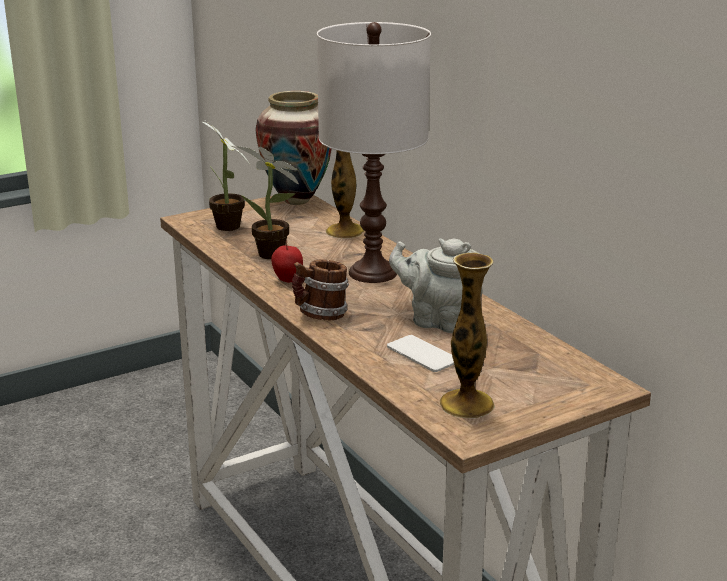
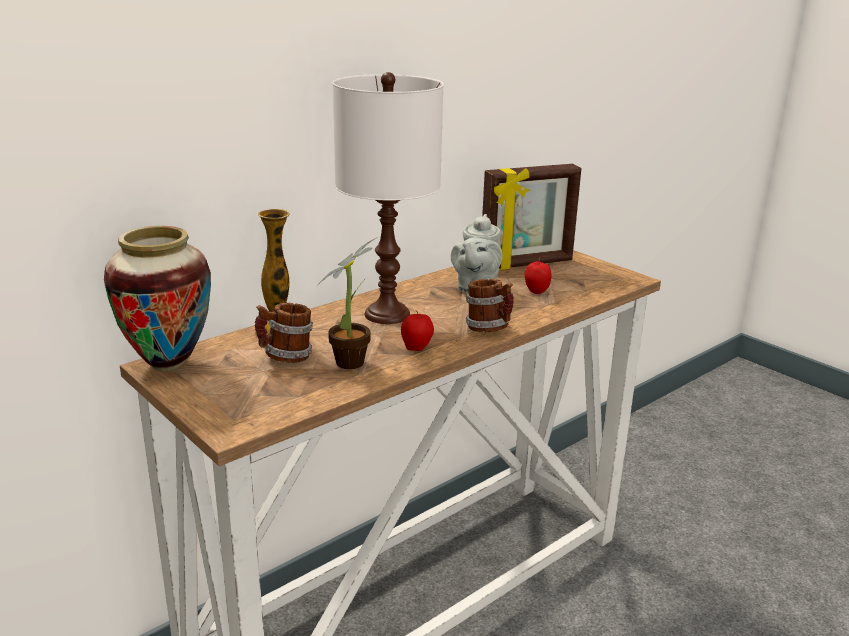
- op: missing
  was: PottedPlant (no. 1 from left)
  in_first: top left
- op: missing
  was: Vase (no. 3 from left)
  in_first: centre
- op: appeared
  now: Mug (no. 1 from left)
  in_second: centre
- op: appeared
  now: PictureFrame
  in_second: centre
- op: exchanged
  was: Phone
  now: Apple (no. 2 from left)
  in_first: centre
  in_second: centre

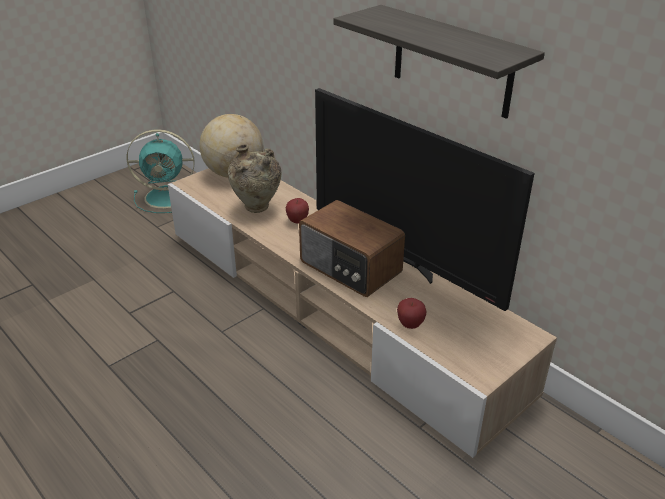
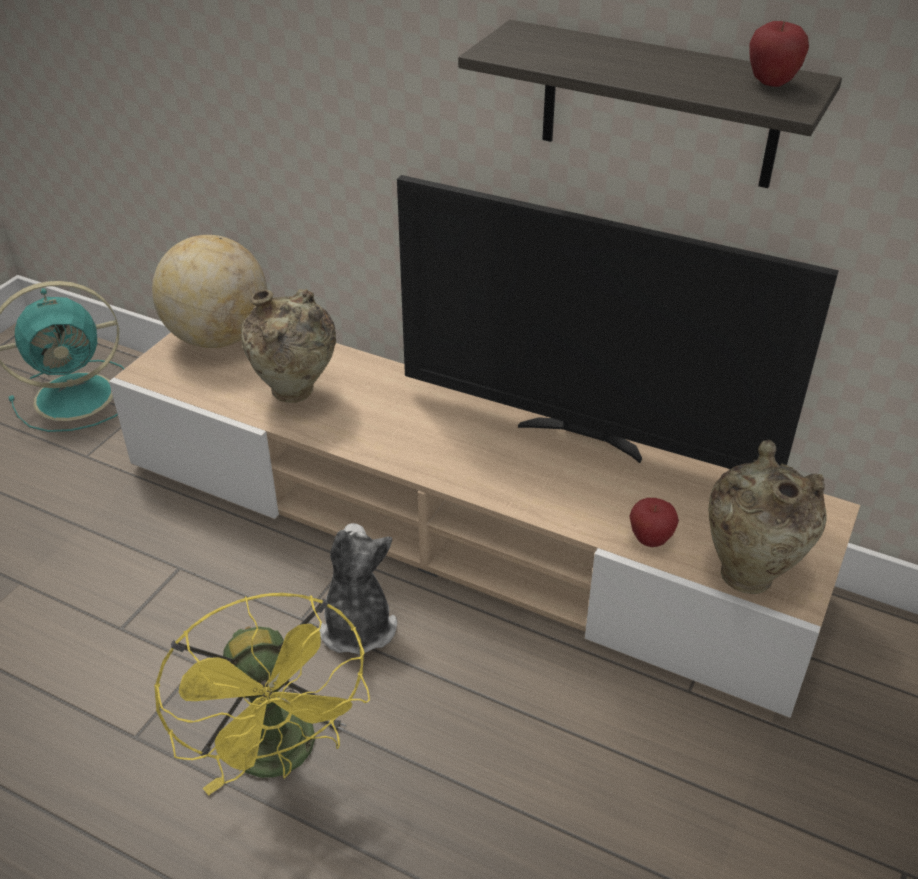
- op: missing
  was: Radio
  in_first: centre
- op: appeared
  now: YellowFan
  in_second: bottom left
- op: appeared
  now: PlushToy
  in_second: bottom centre
- op: appeared
  now: BeigeVase (no. 2 from left)
  in_second: middle right
- op: relocated
  was: Apple (no. 1 from left in the first image)
  now: Apple (no. 2 from left)
  in_first: centre
  in_second: top right

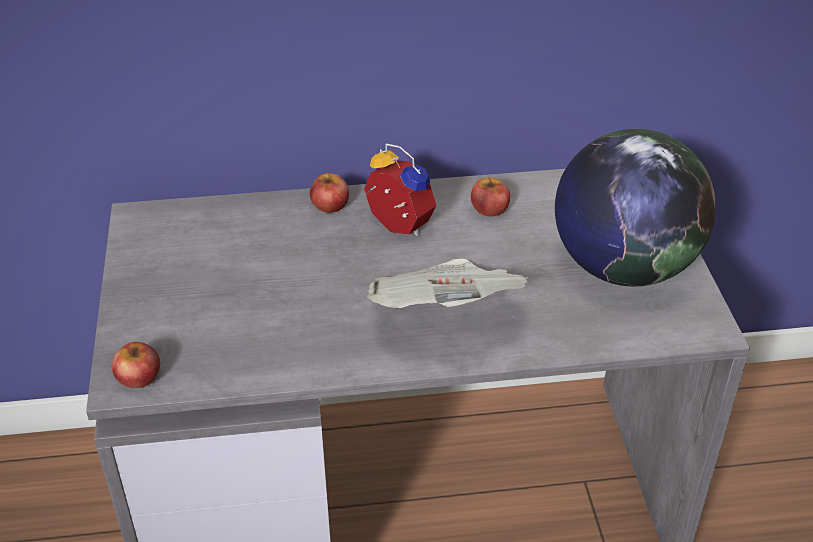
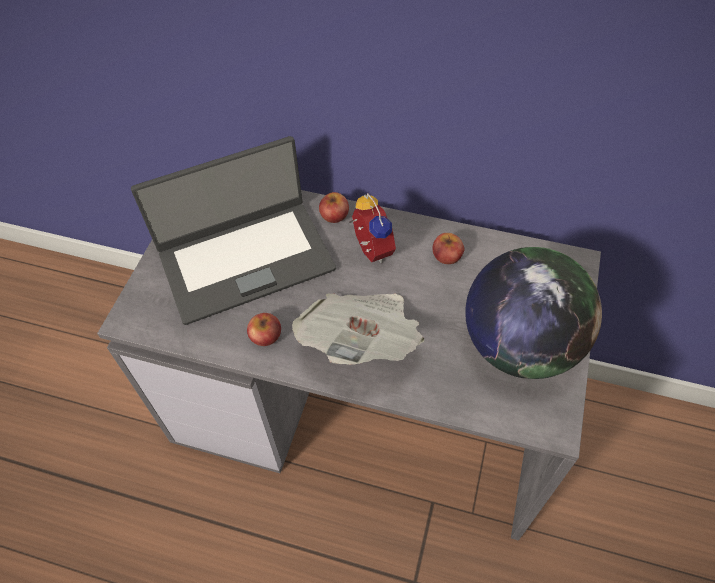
- op: appeared
  now: Laptop
  in_second: middle left
- op: relocated
  was: Apple (no. 1 from left)
  in_first: bottom left
  in_second: centre

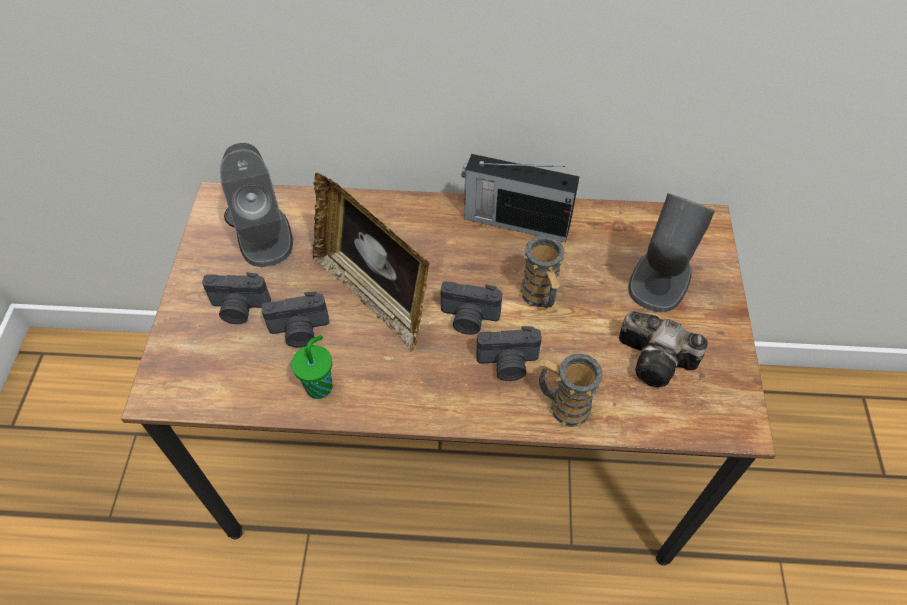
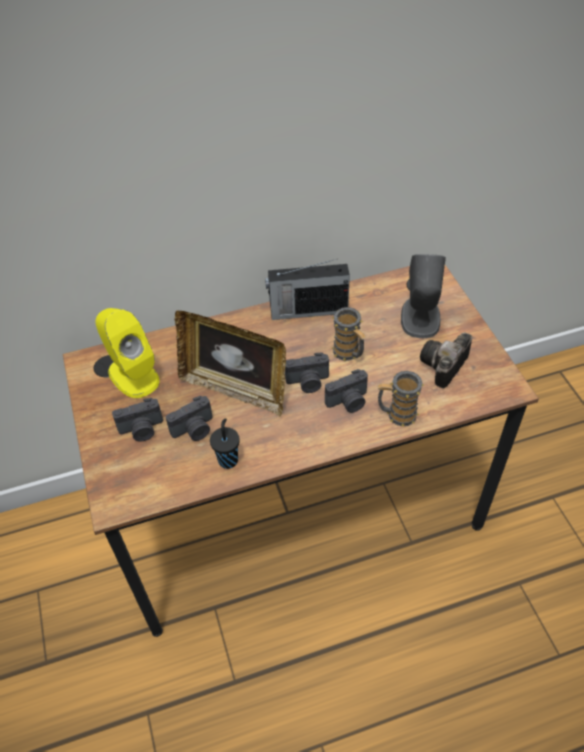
- op: colour
  was: GreySpeaker (no. 1 from left)
  now: YellowSpeaker
  in_first: middle left
  in_second: middle left
- op: colour
  was: GreenCup
  now: BlackCup
  in_first: centre
  in_second: centre
- op: spun
  was: PhotoCamera (no. 5 from left)
  in_first: middle right
  in_second: middle right
  clockwise: 120

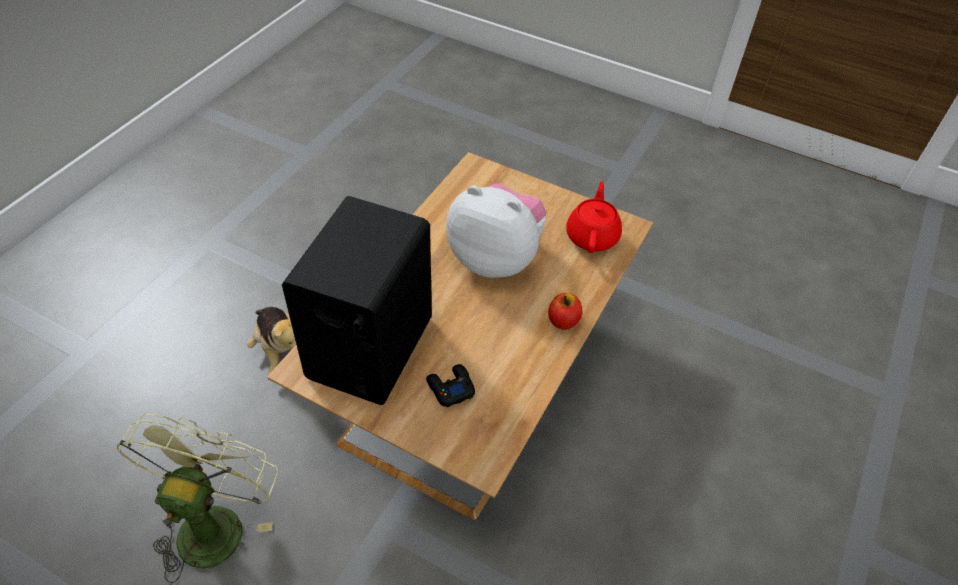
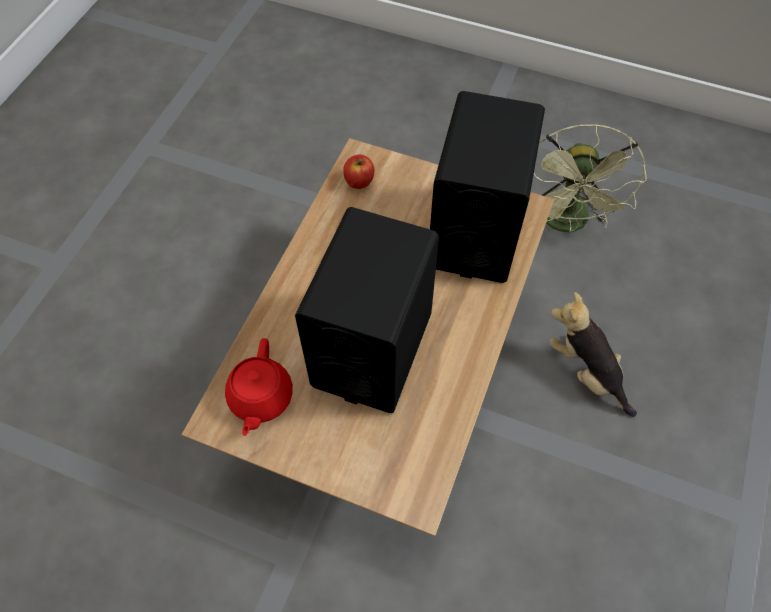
- op: missing
  was: BlackGameController
  in_first: centre
- op: relocated
  was: Apple
  in_first: centre
  in_second: top centre
- op: exchanged
  was: PlushToy (no. 2 from left)
  now: BlackSpeaker (no. 1 from left)
  in_first: centre
  in_second: centre

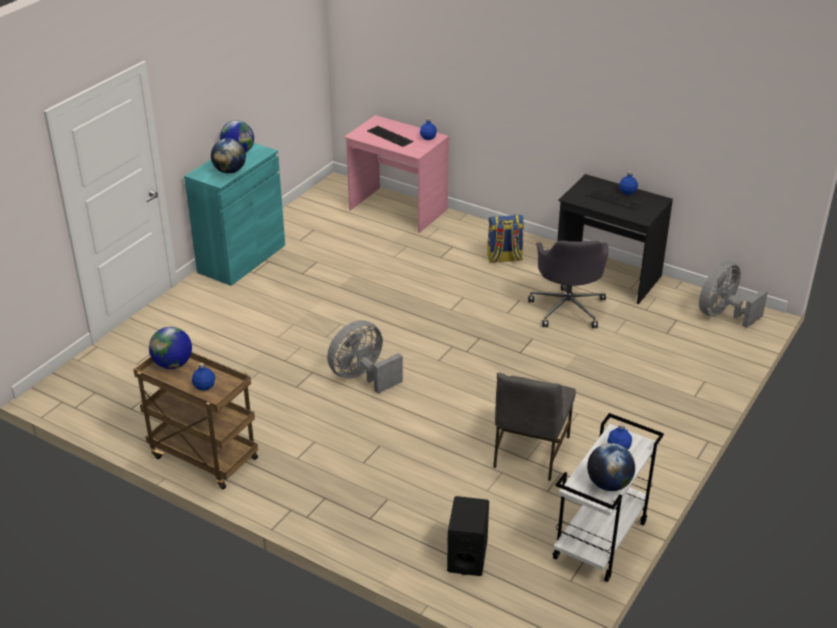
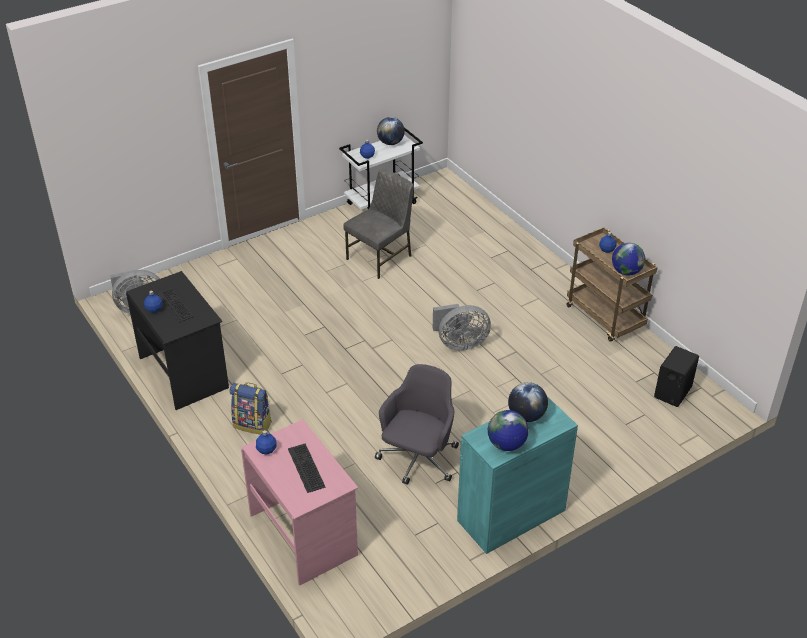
- op: relocated
  was: BlackSpeaker
  in_first: bottom centre
  in_second: middle right
- op: relocated
  was: GreyOfficeChair
  in_first: middle right
  in_second: centre

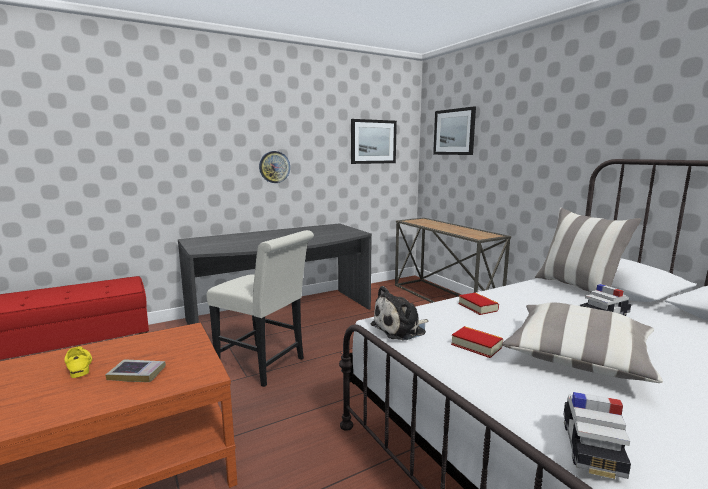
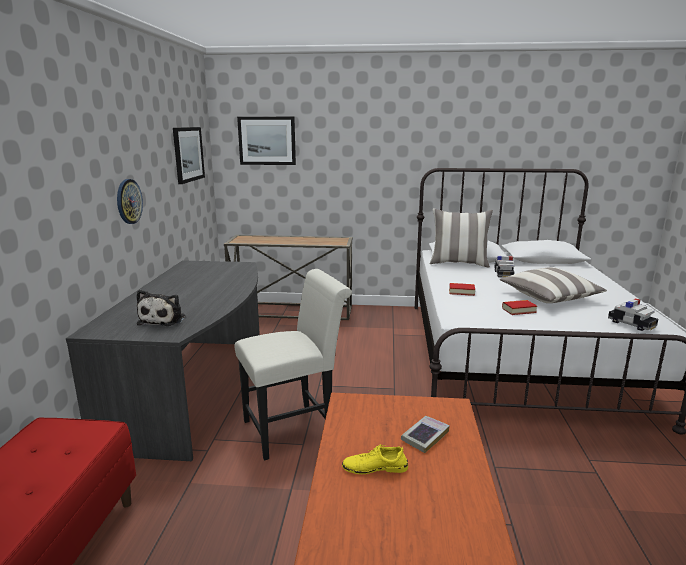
- op: relocated
  was: PlushToy
  in_first: centre
  in_second: middle left

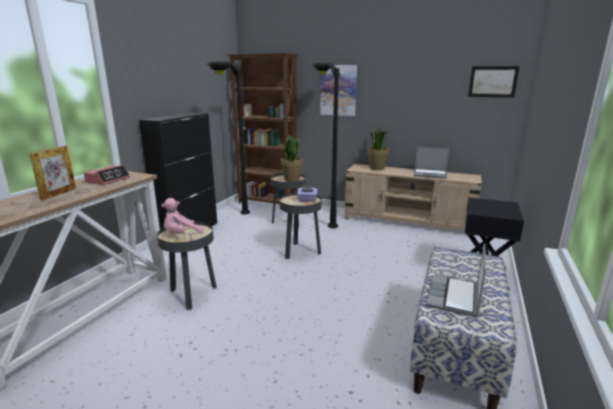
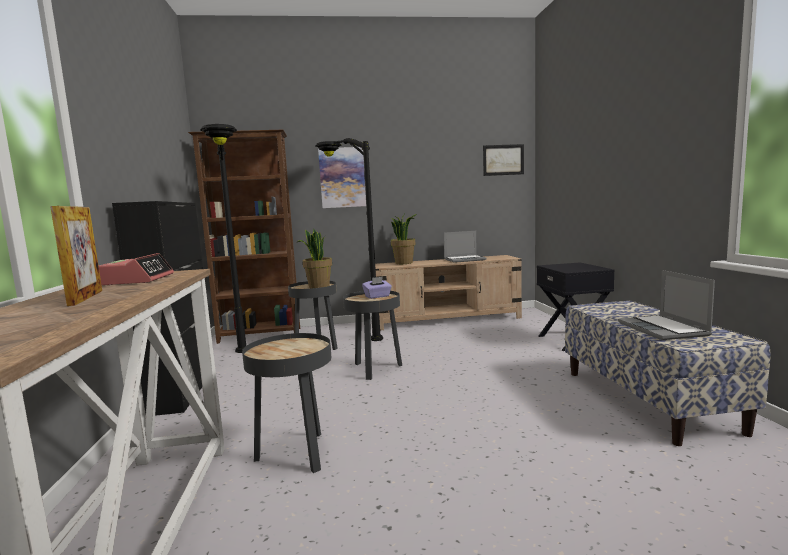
- op: missing
  was: PinkPlushToy
  in_first: middle left

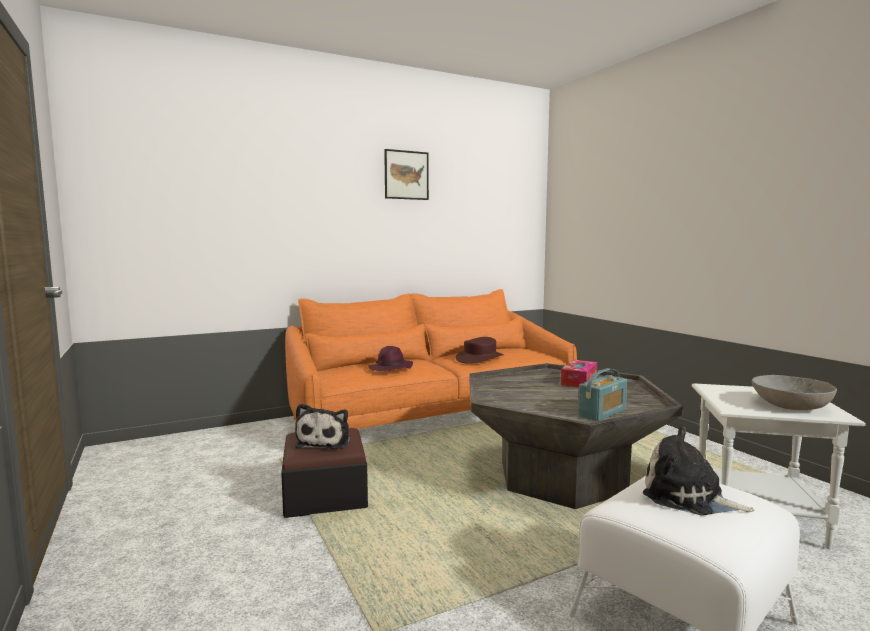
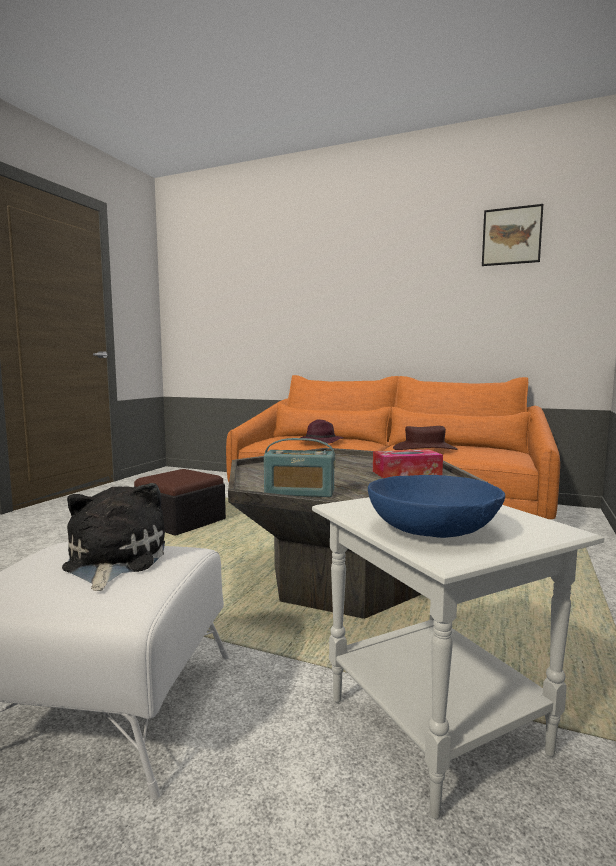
- op: missing
  was: PlushToy (no. 1 from left)
  in_first: bottom centre
- op: relocated
  was: Picture
  in_first: top centre
  in_second: top right
- op: colour
  was: GreyBowl
  now: BlueBowl
  in_first: middle right
  in_second: middle right

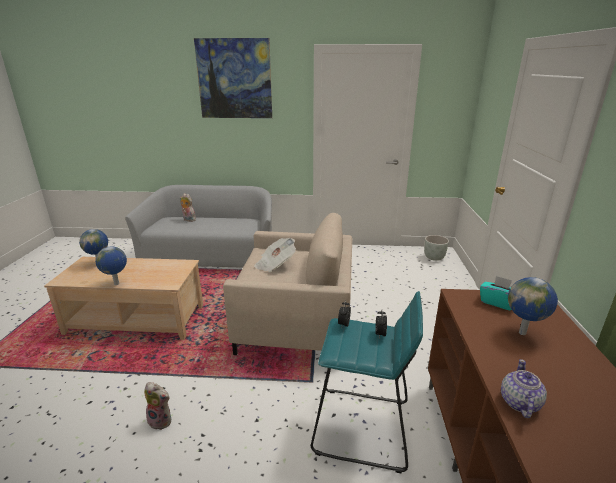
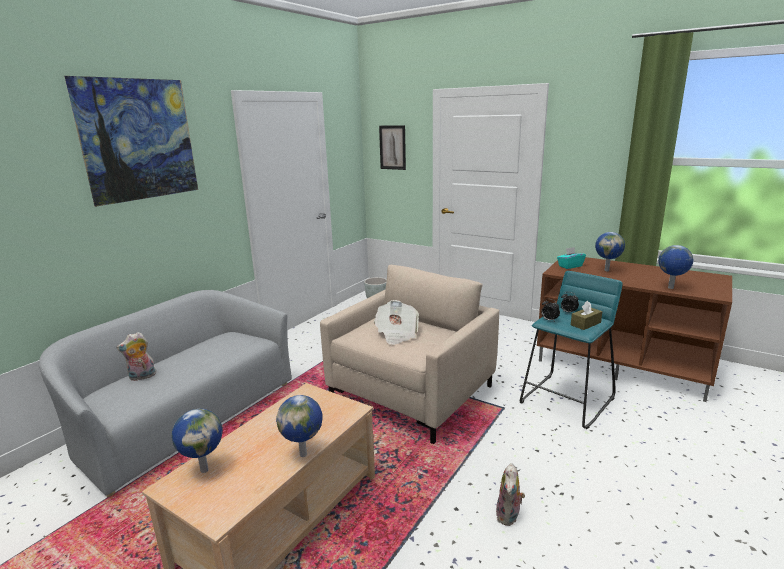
- op: appeared
  now: Picture (no. 2 from left)
  in_second: top centre
- op: appeared
  now: BrownTissueBox
  in_second: middle right
- op: exchanged
  was: Teapot
  now: Globe (no. 4 from left)
  in_first: bottom right
  in_second: middle right
- op: spun
  was: PlushToy (no. 1 from left in the first image)
  in_first: bottom left
  in_second: bottom centre
  clockwise: 150

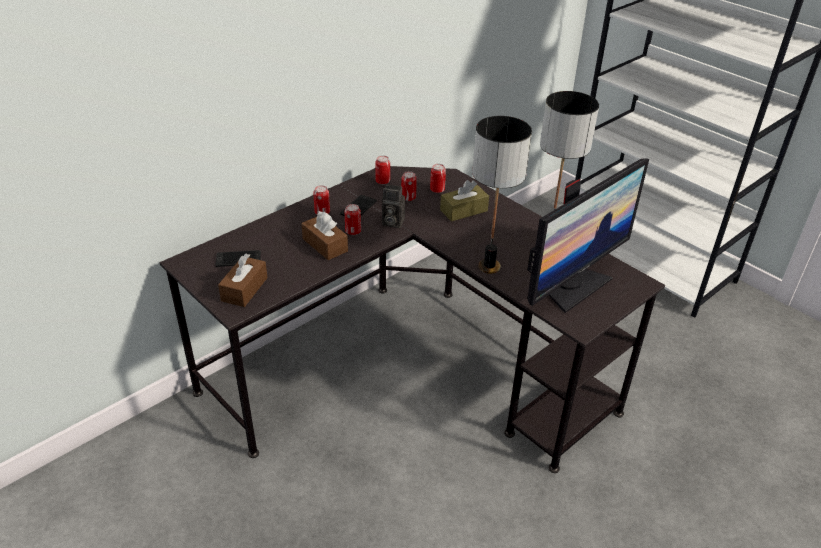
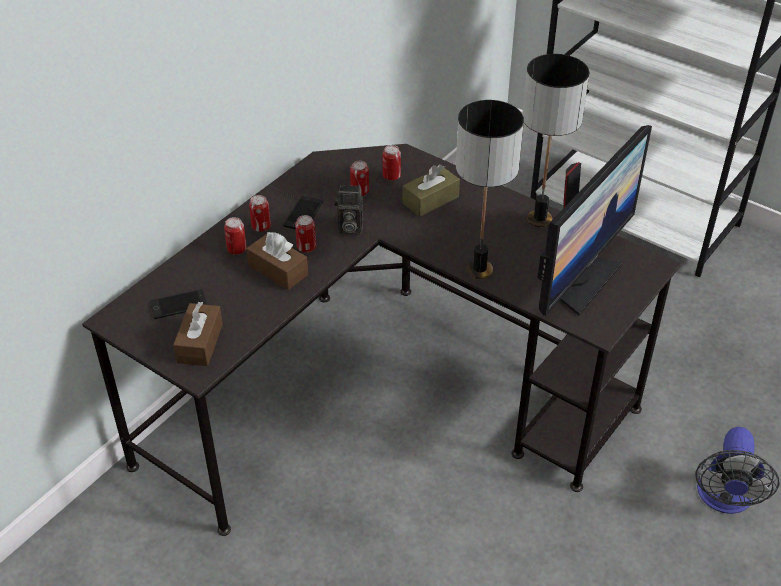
- op: appeared
  now: Fan
  in_second: bottom right
- op: relocated
  was: Can (no. 3 from left in the first image)
  now: Can (no. 1 from left)
  in_first: top centre
  in_second: middle left

